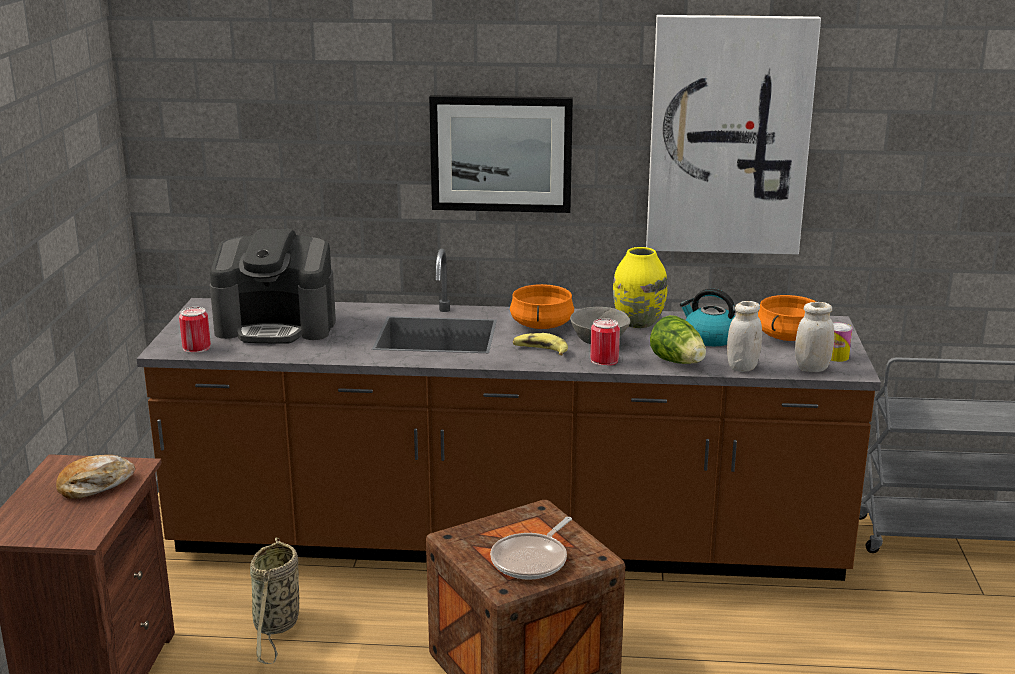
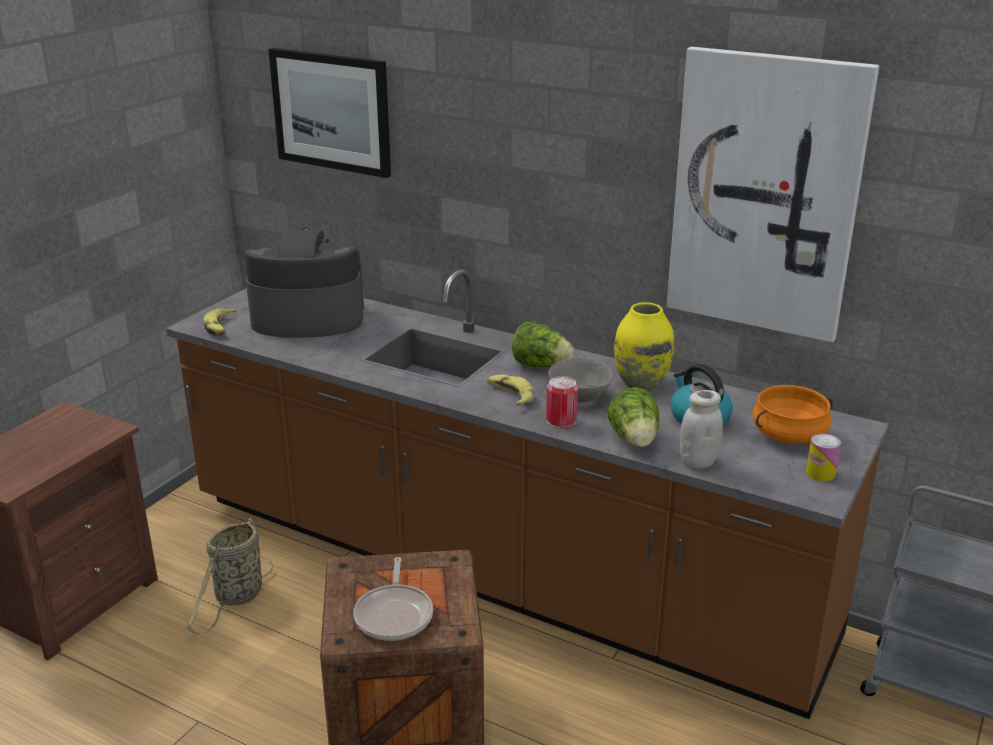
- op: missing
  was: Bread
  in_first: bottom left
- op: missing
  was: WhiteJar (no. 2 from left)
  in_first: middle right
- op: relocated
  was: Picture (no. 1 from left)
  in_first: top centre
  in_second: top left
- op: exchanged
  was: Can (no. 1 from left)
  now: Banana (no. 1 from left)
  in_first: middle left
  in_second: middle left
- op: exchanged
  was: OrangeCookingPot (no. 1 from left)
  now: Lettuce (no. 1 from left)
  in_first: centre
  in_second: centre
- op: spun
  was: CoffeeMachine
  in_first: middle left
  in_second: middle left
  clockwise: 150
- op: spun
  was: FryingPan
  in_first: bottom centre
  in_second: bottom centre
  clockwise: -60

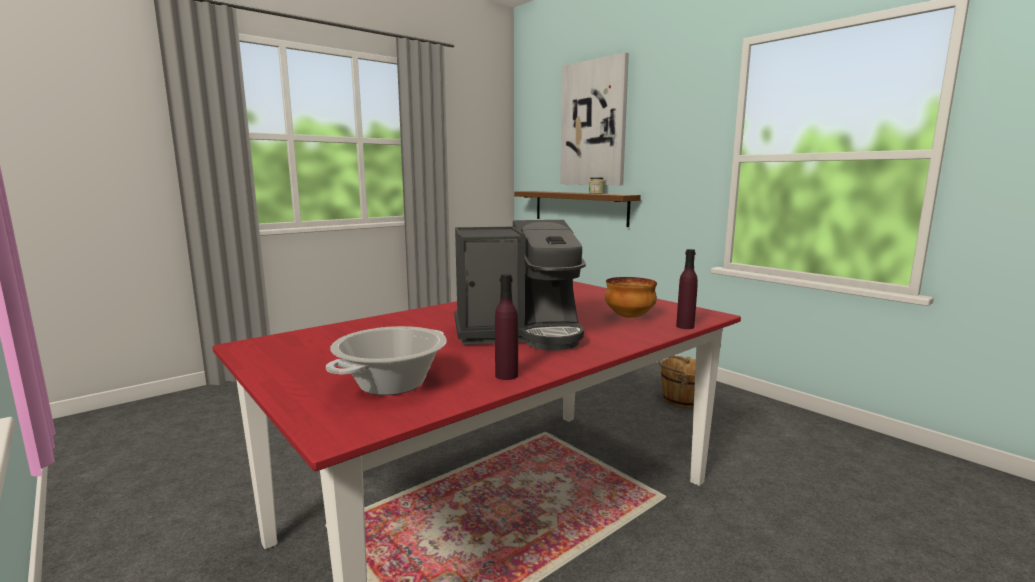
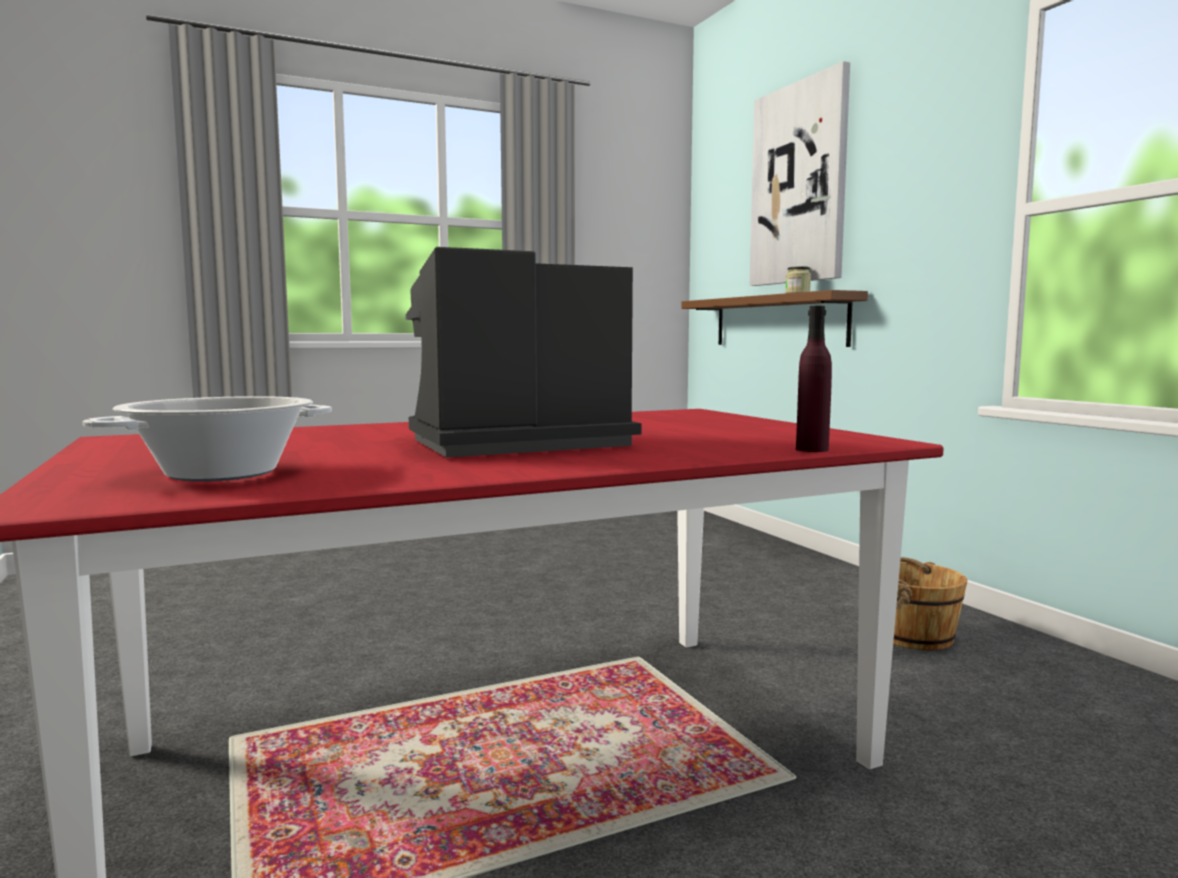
- op: missing
  was: PurpleBottle (no. 1 from left)
  in_first: centre
- op: missing
  was: Bowl
  in_first: centre
- op: spun
  was: CoffeeMachine
  in_first: centre
  in_second: centre
  clockwise: 150

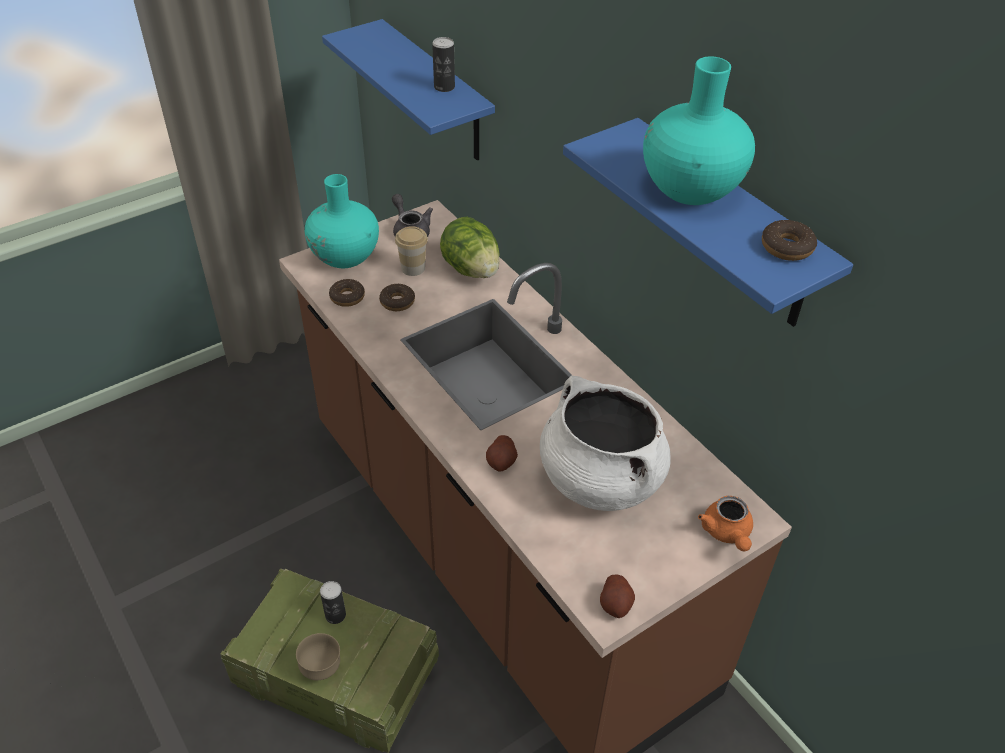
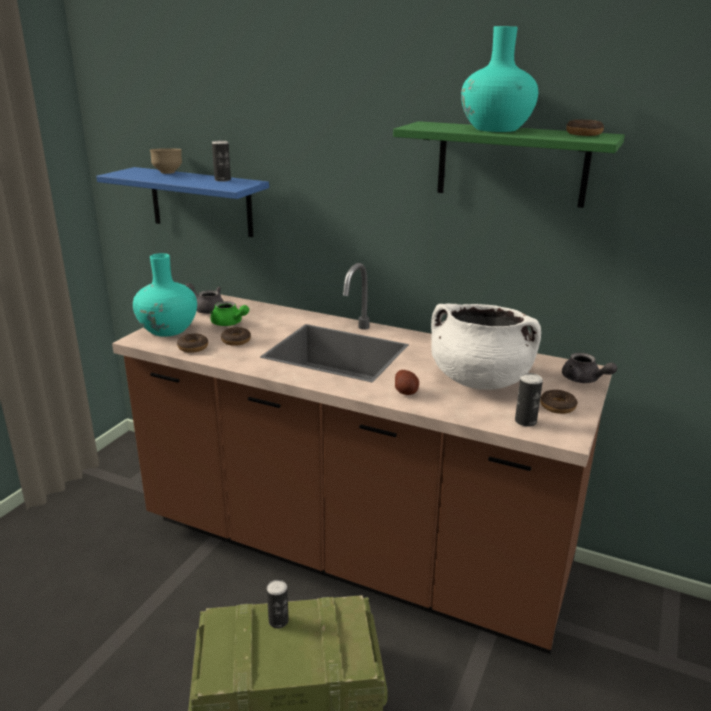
- op: missing
  was: Lettuce
  in_first: top centre
- op: missing
  was: Potato (no. 2 from left)
  in_first: bottom centre
- op: appeared
  now: Can (no. 3 from left)
  in_second: middle right
- op: appeared
  now: Donut (no. 3 from left)
  in_second: middle right
- op: relocated
  was: BrownBowl
  in_first: bottom left
  in_second: top left
- op: exchanged
  was: Cup
  now: GreenTeapot
  in_first: centre
  in_second: middle left
- op: colour
  was: BlueShelf (no. 2 from left)
  now: GreenShelf
  in_first: top right
  in_second: top right
- op: colour
  was: OrangeTeapot
  now: GreyTeapot (no. 2 from left)
  in_first: bottom right
  in_second: middle right

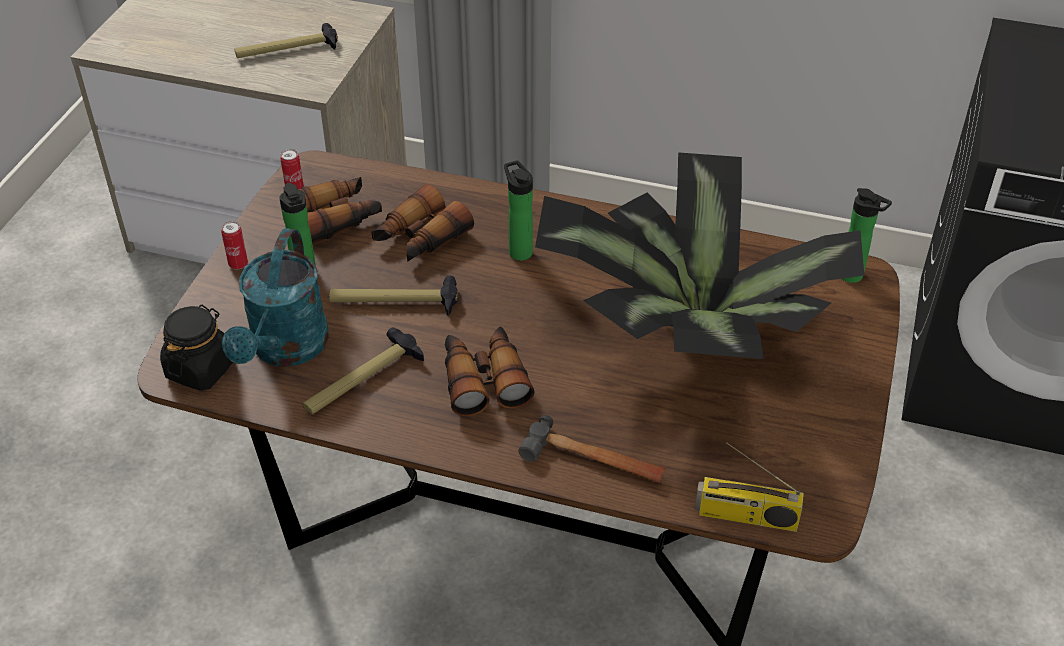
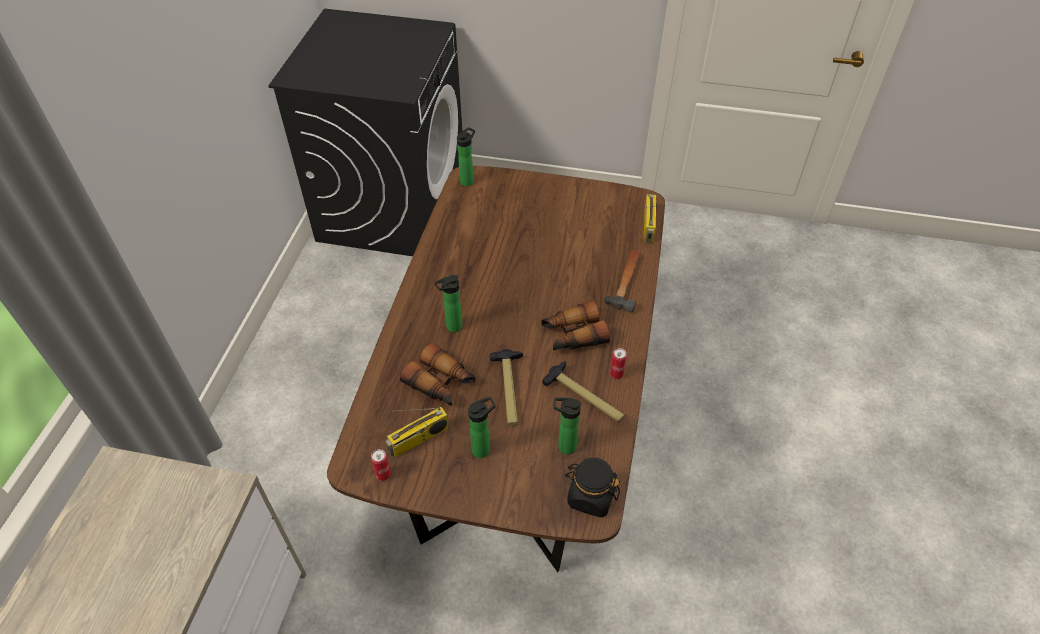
- op: missing
  was: Hammer (no. 1 from left)
  in_first: top left
- op: missing
  was: PottedPlant
  in_first: centre
- op: relocated
  was: Can (no. 1 from left in the first image)
  now: Can (no. 2 from left)
  in_first: middle left
  in_second: centre
- op: exchanged
  was: TurquoiseWateringCan
  now: Bottle (no. 4 from left)
  in_first: middle left
  in_second: bottom centre
- op: exchanged
  was: Binoculars (no. 1 from left)
  now: Radio (no. 1 from left)
  in_first: top left
  in_second: bottom centre

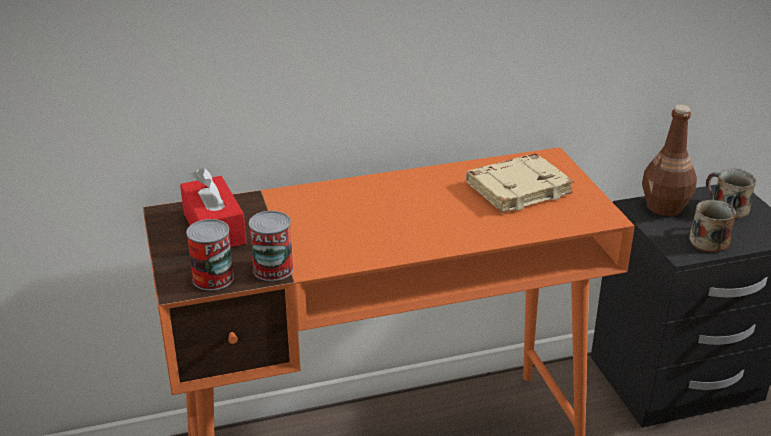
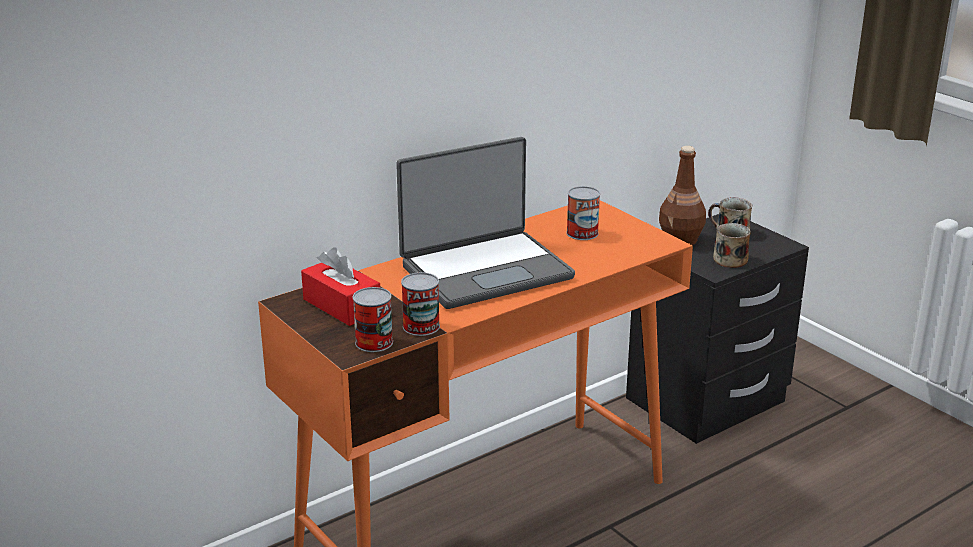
- op: appeared
  now: Laptop
  in_second: centre
- op: exchanged
  was: BeigeBook
  now: Can (no. 3 from left)
  in_first: middle right
  in_second: centre

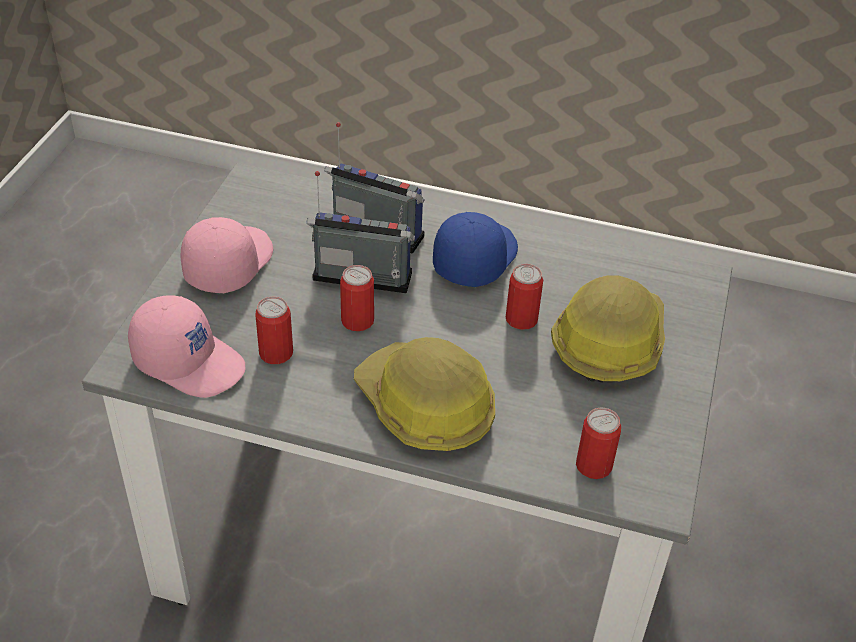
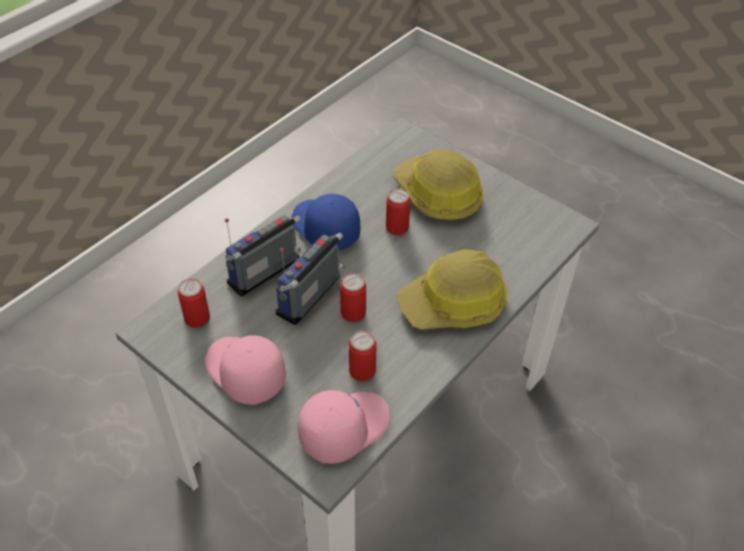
- op: relocated
  was: Can (no. 4 from left in the first image)
  now: Can (no. 1 from left)
  in_first: bottom right
  in_second: middle left

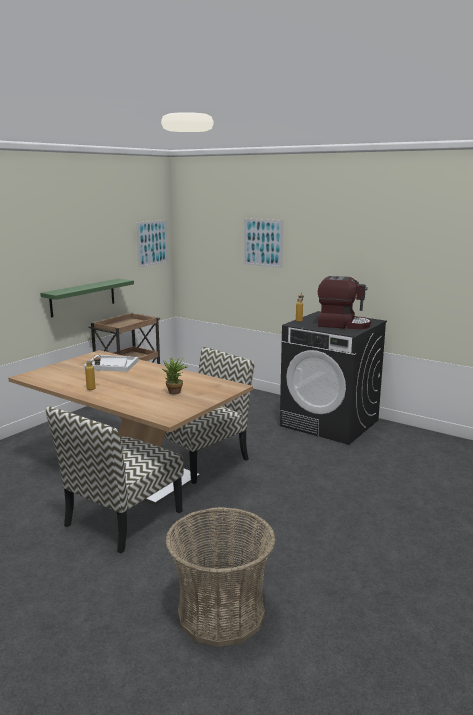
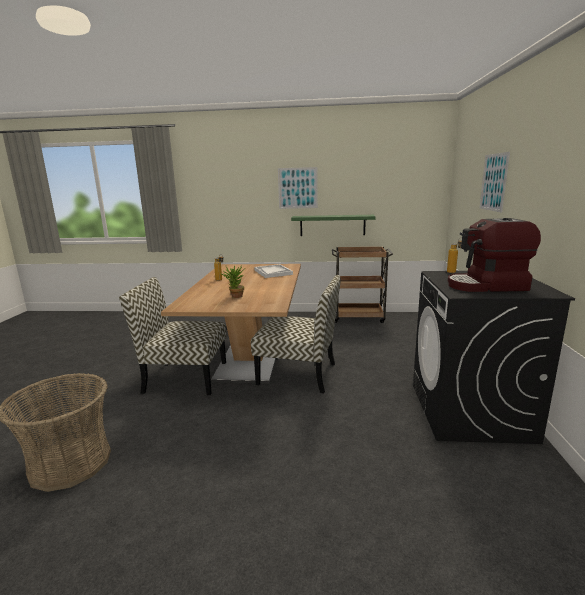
- op: relocated
  was: Picture (no. 1 from left)
  in_first: middle left
  in_second: top centre
- op: spun
  was: CoffeeMachine
  in_first: middle right
  in_second: middle right
  clockwise: 105

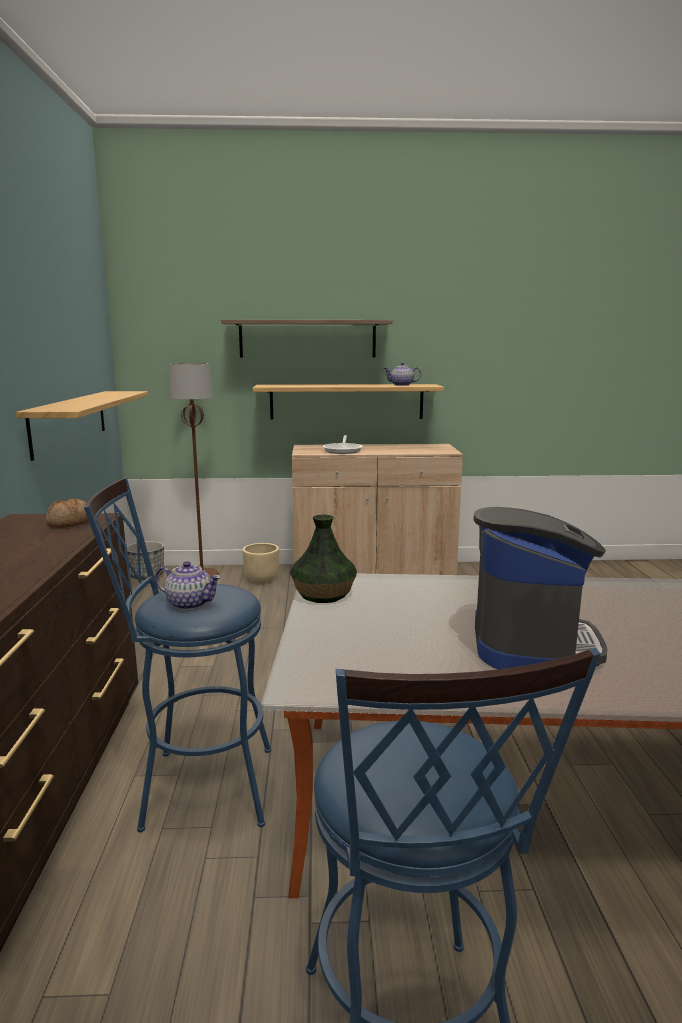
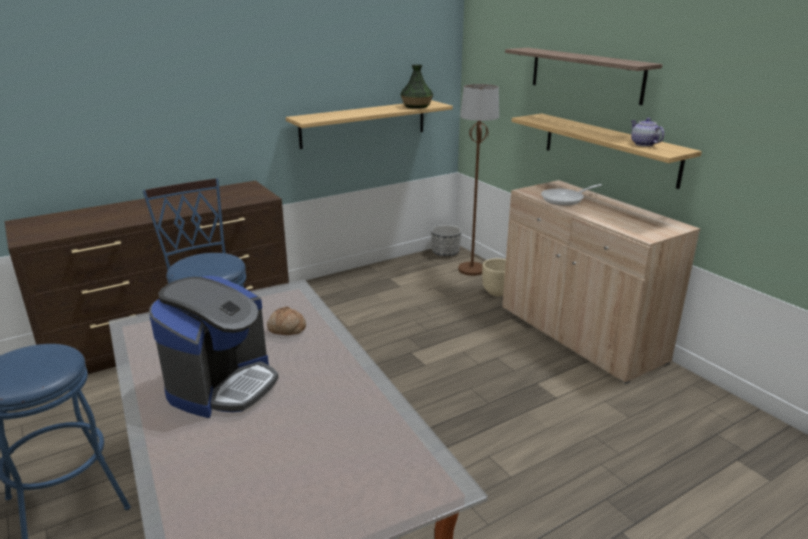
- op: missing
  was: Teapot (no. 1 from left)
  in_first: middle left
- op: relocated
  was: Bread
  in_first: middle left
  in_second: centre
- op: relocated
  was: Vase
  in_first: centre
  in_second: top centre
- op: spun
  was: CoffeeMachine
  in_first: middle right
  in_second: middle left
  clockwise: -45

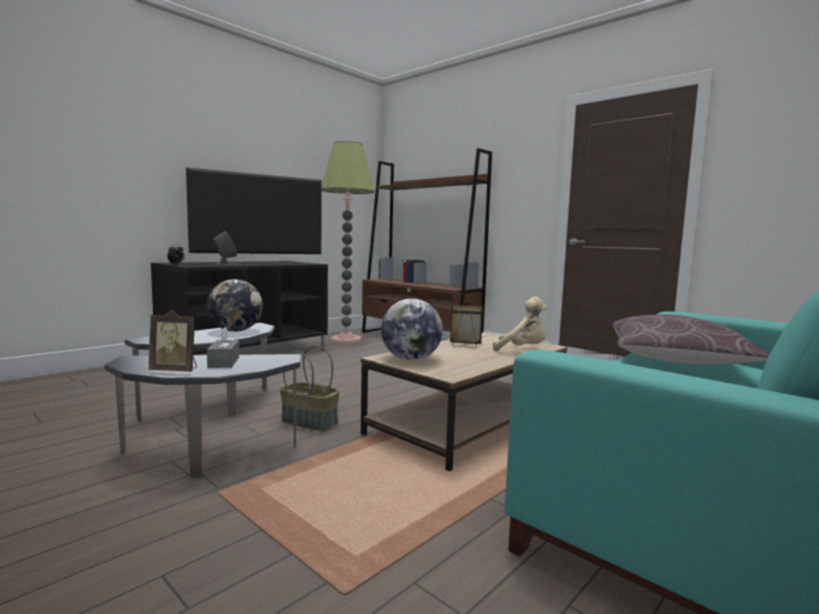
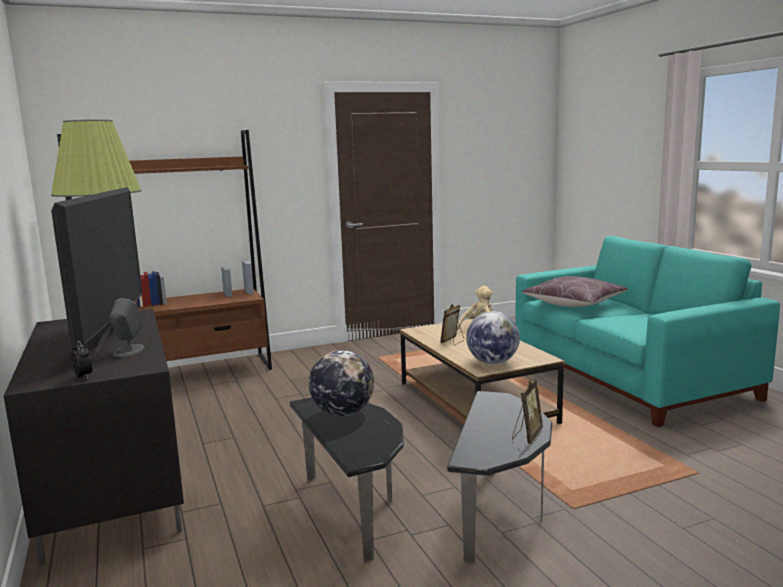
- op: missing
  was: GreyTissueBox
  in_first: middle left
- op: missing
  was: Basket
  in_first: centre

